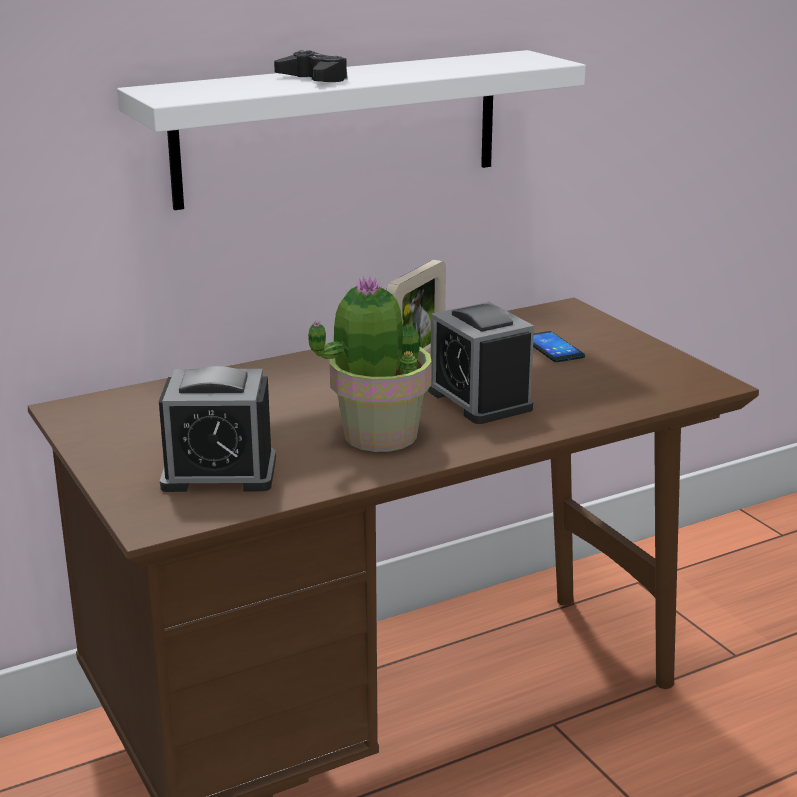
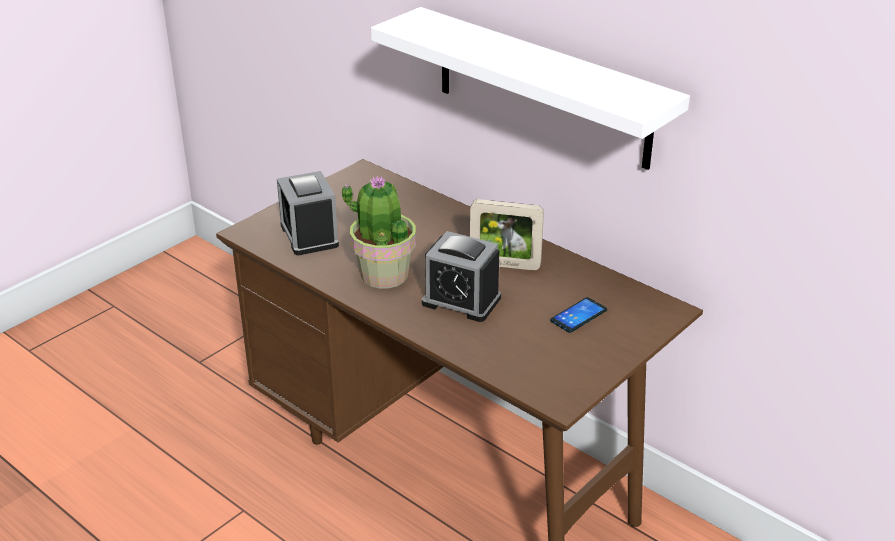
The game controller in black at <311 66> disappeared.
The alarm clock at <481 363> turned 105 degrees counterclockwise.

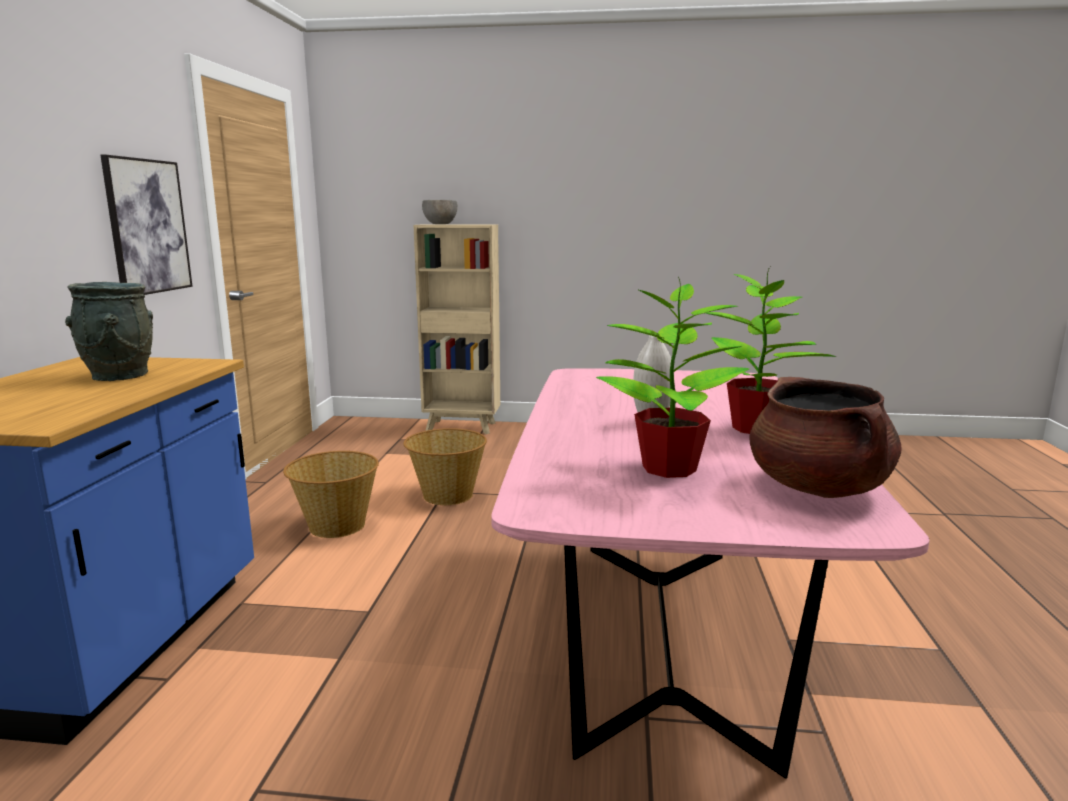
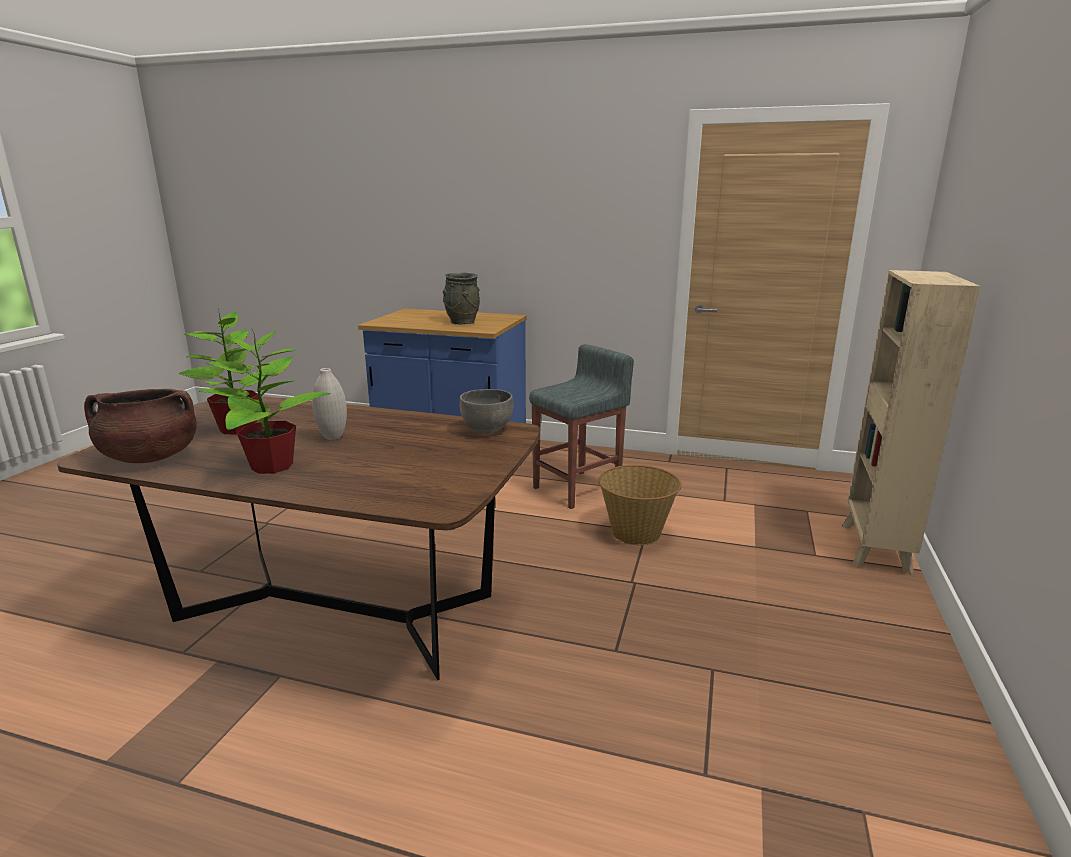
The picture at <146 225> disappeared.
The basket at <331 494> was replaced by the stool in grey at <581 426>.
The bowl in grey moved from <440 212> to <486 411>.
The dining table in pink at <710 573> became the dining table in brown at <298 538>.

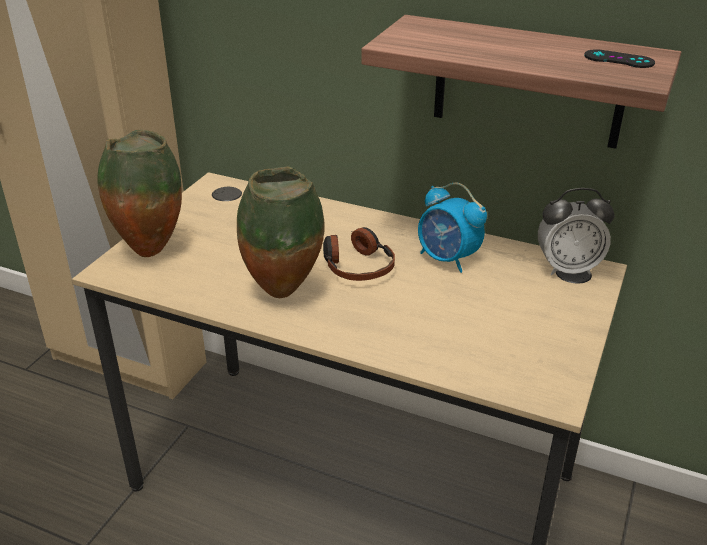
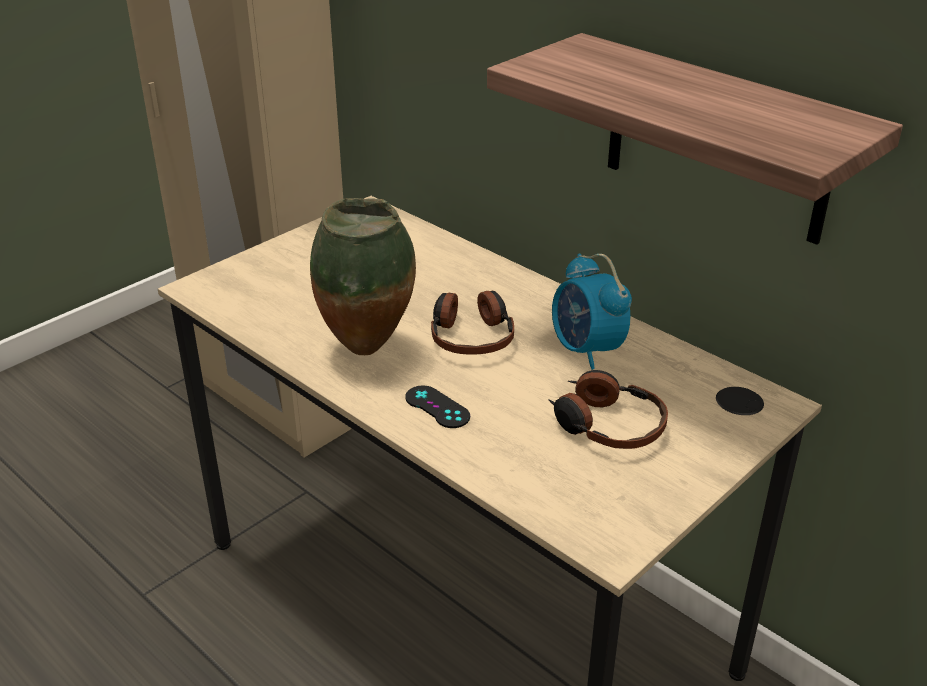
The vase at <139 193> disappeared.
The alarm clock at <576 231> disappeared.
The game controller in black moved from <619 58> to <437 406>.
The headphones at <608 409> appeared.

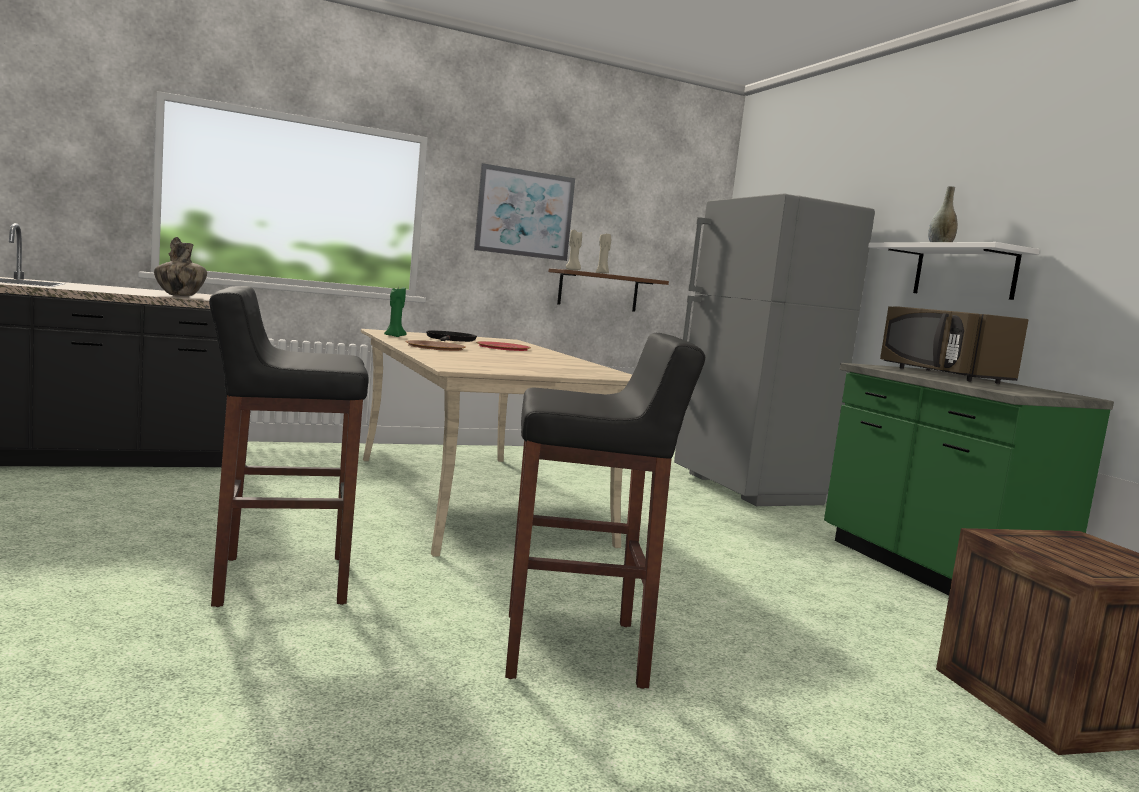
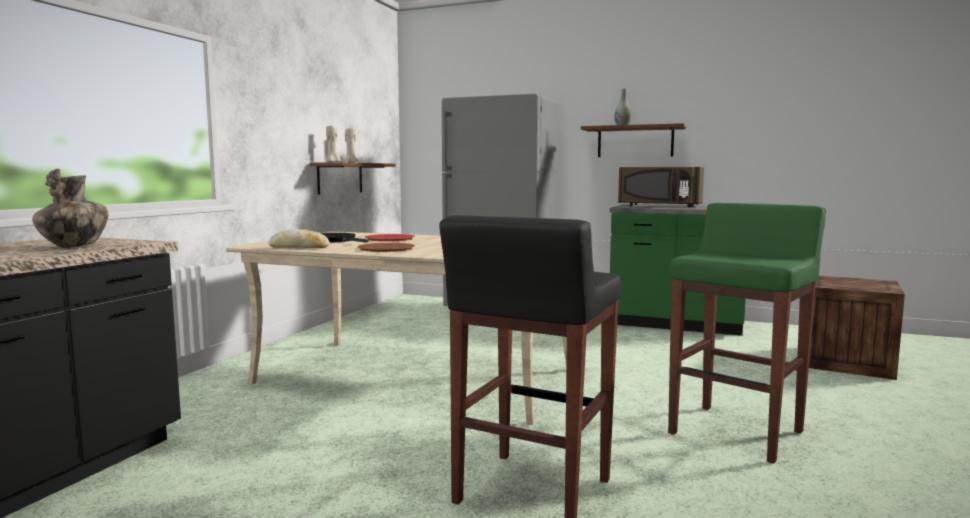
The candle in green at <395 312> was replaced by the bread at <299 238>.
The picture at <524 212> disappeared.
The stool in black at <605 511> became the stool in green at <747 333>.
The shelf in white at <954 271> became the shelf in brown at <633 140>.

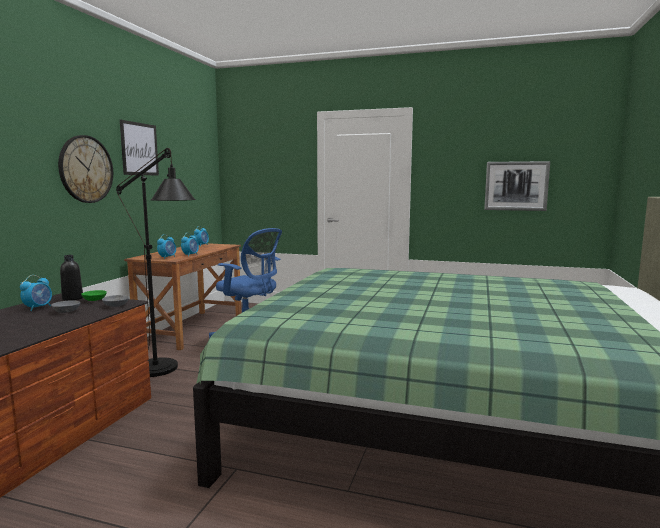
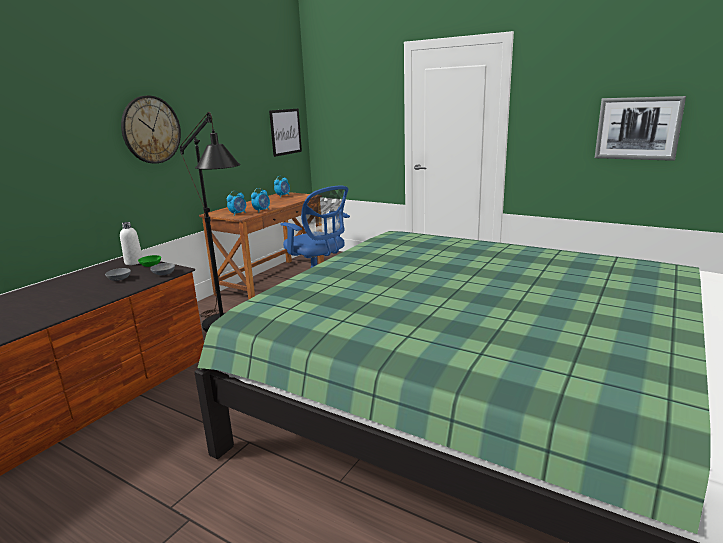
The alarm clock at <36 293> disappeared.
The bottle in black at <71 278> became the bottle in white at <131 243>.
The picture moved from <139 148> to <285 132>.

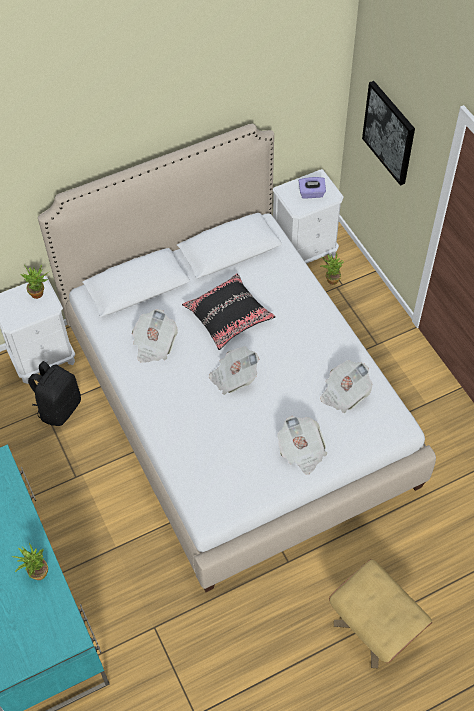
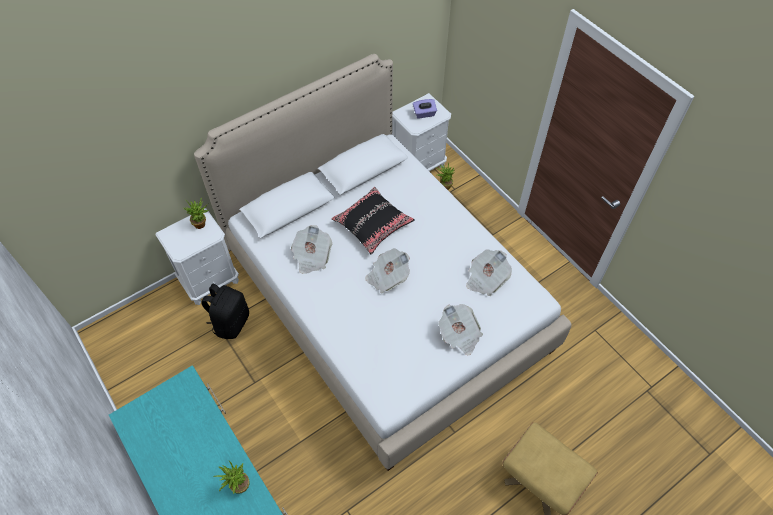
The picture at <388 133> disappeared.

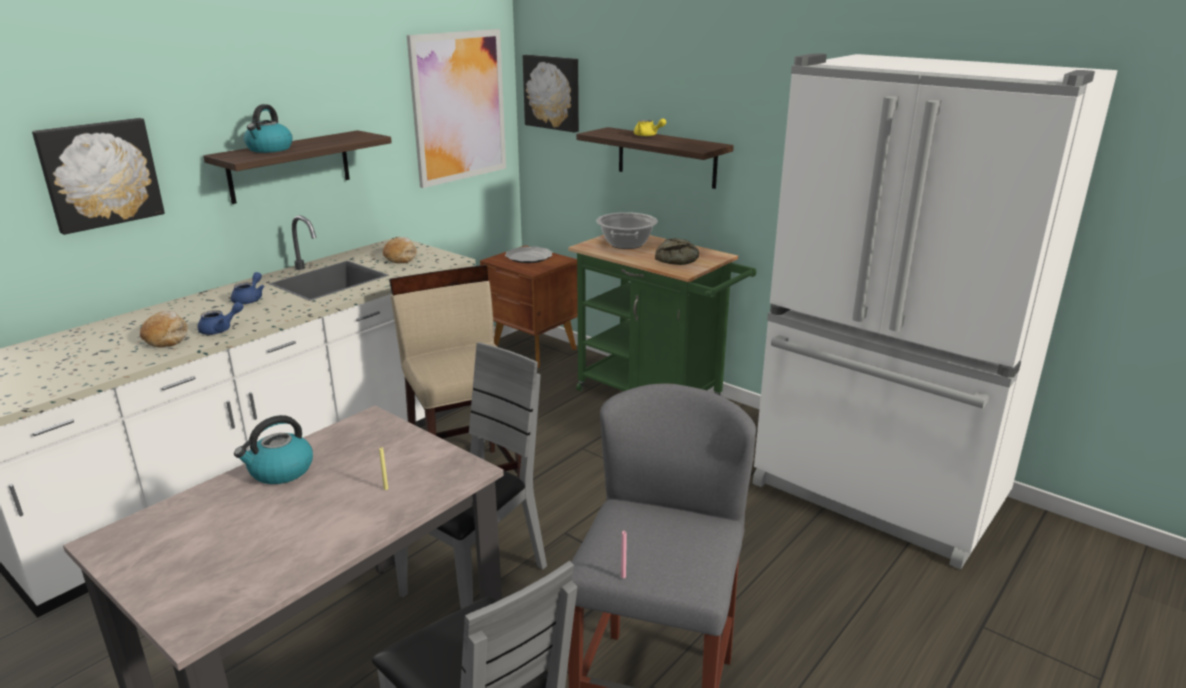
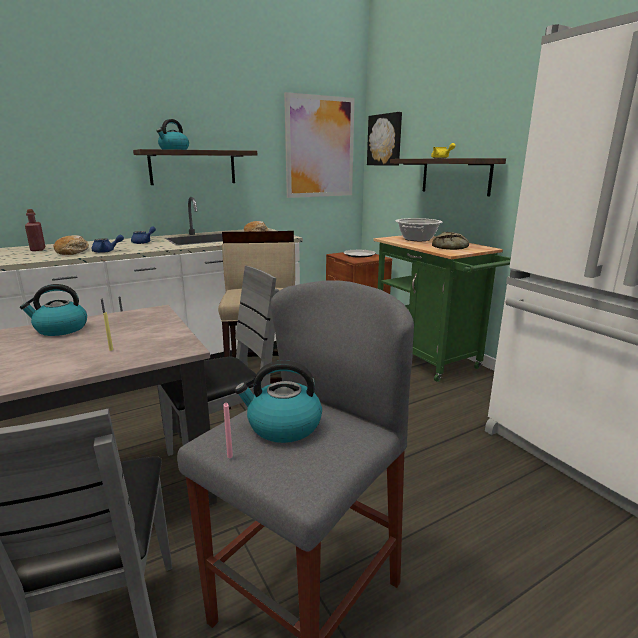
The picture at <98 176> disappeared.
The bottle in red at <35 230> appeared.
The kettle at <278 401> appeared.

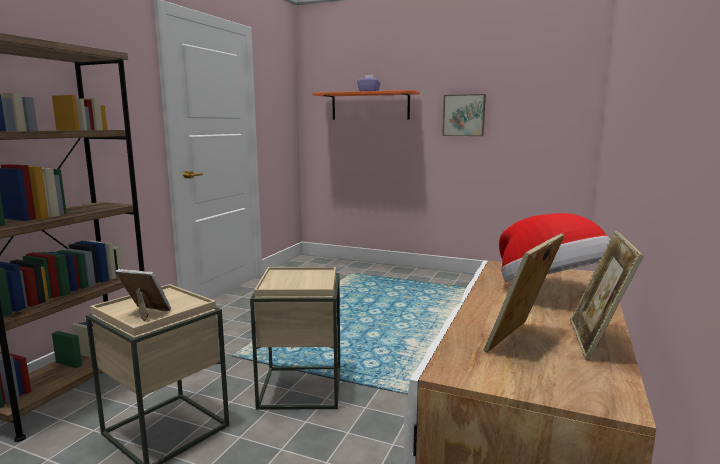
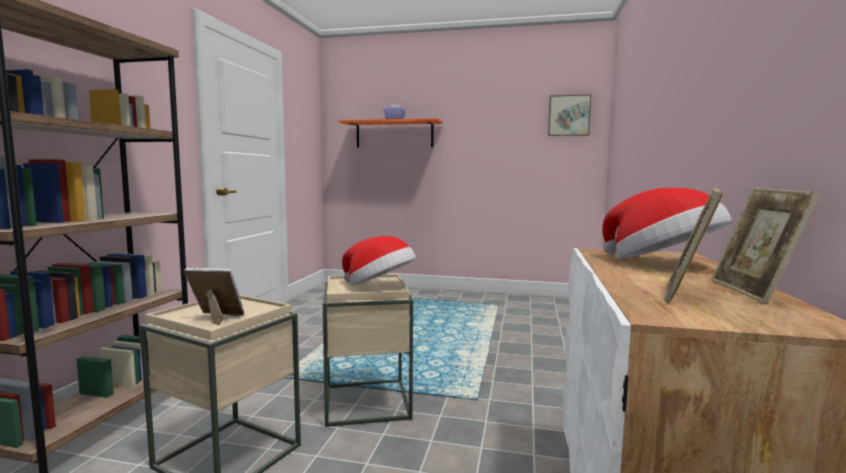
The picture moved from <464 115> to <570 115>.
The hat at <379 261> appeared.

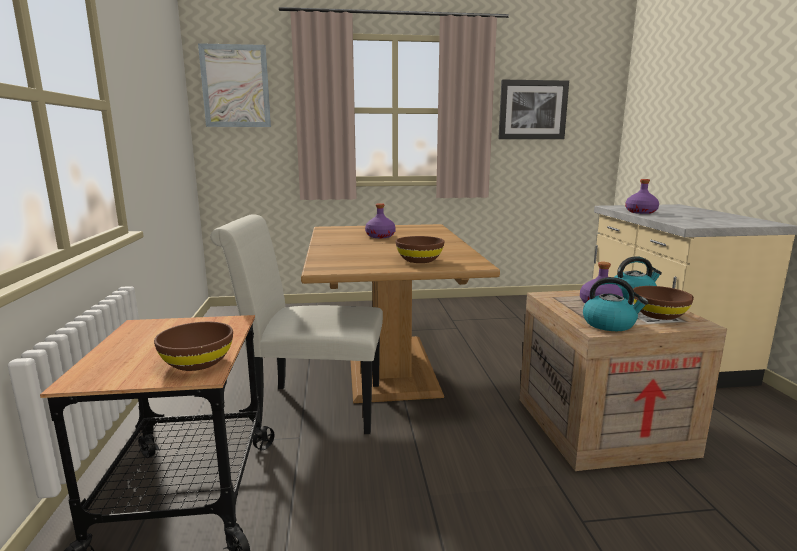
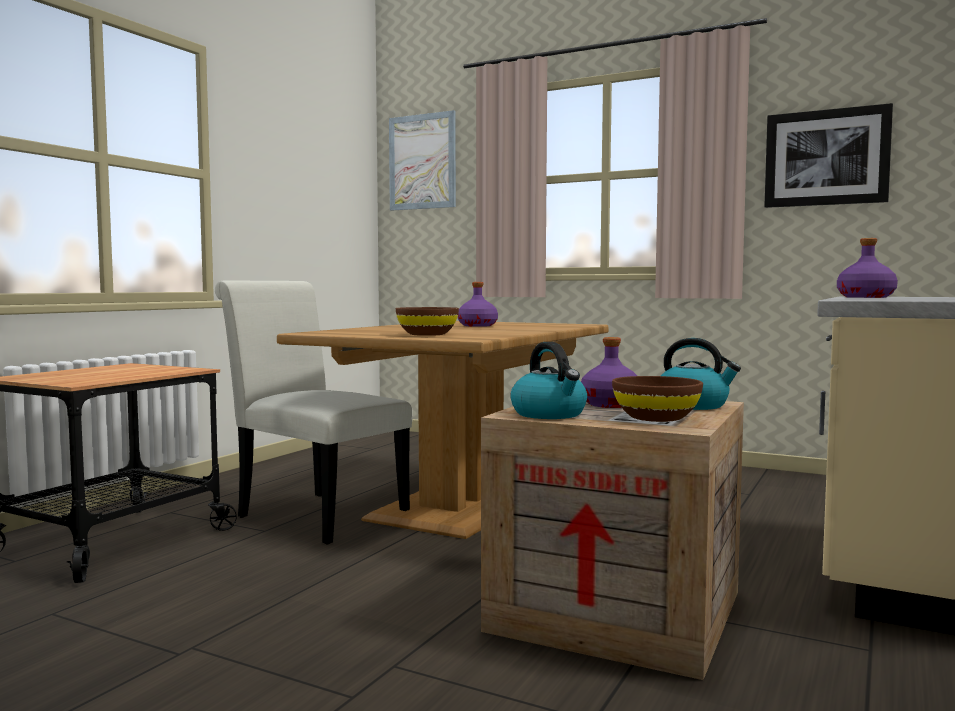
The bowl in brown at <193 346> disappeared.

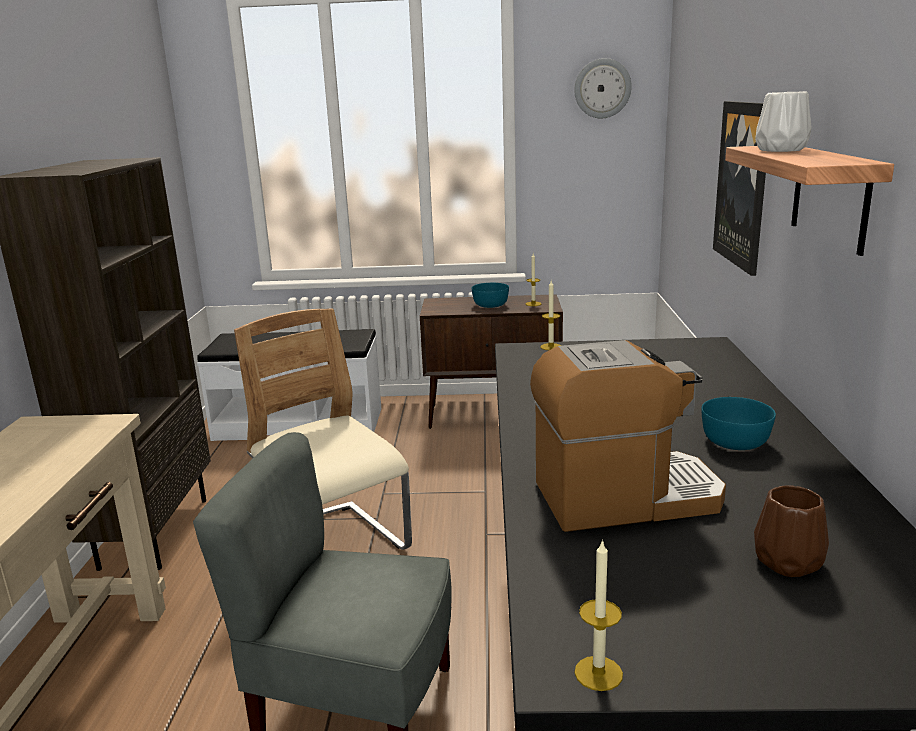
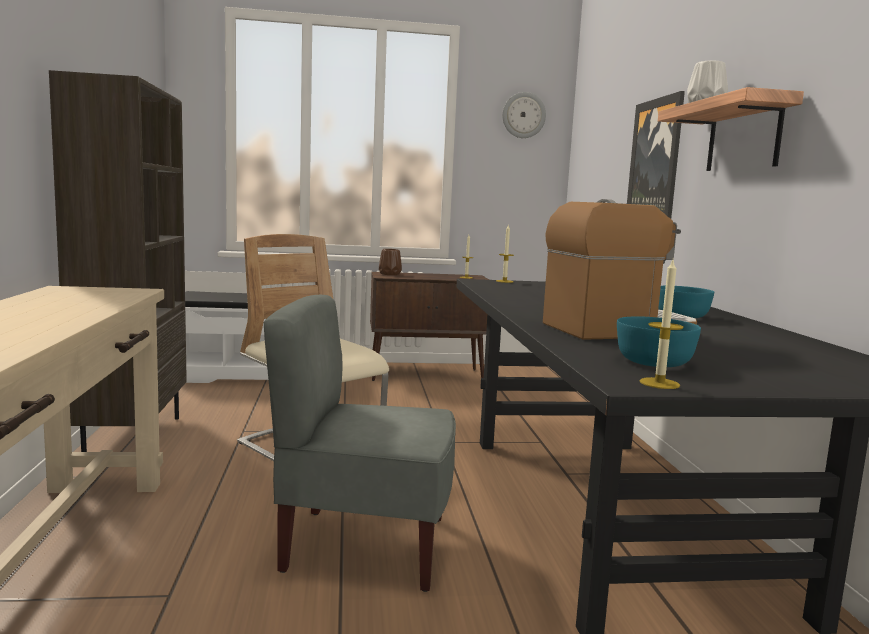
The bowl in turquoise moved from <490 295> to <659 341>.
The vase in brown moved from <791 531> to <390 262>.

